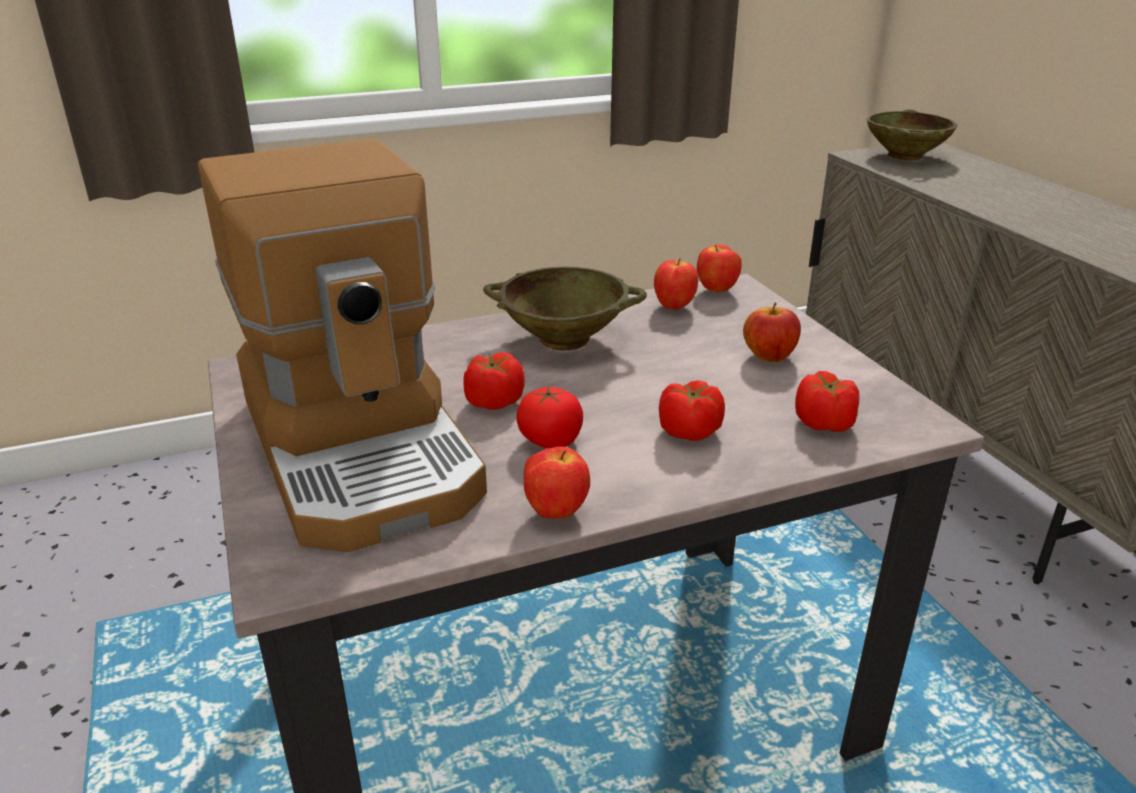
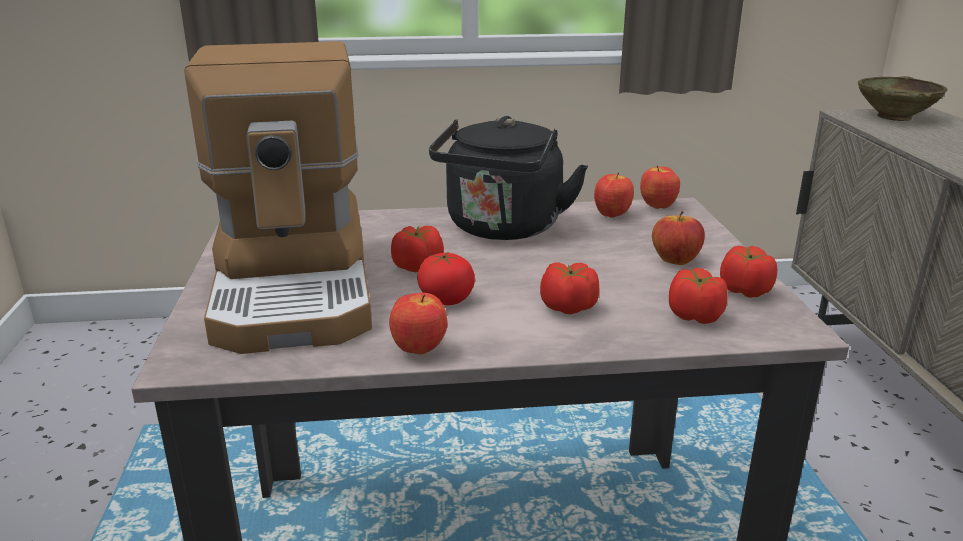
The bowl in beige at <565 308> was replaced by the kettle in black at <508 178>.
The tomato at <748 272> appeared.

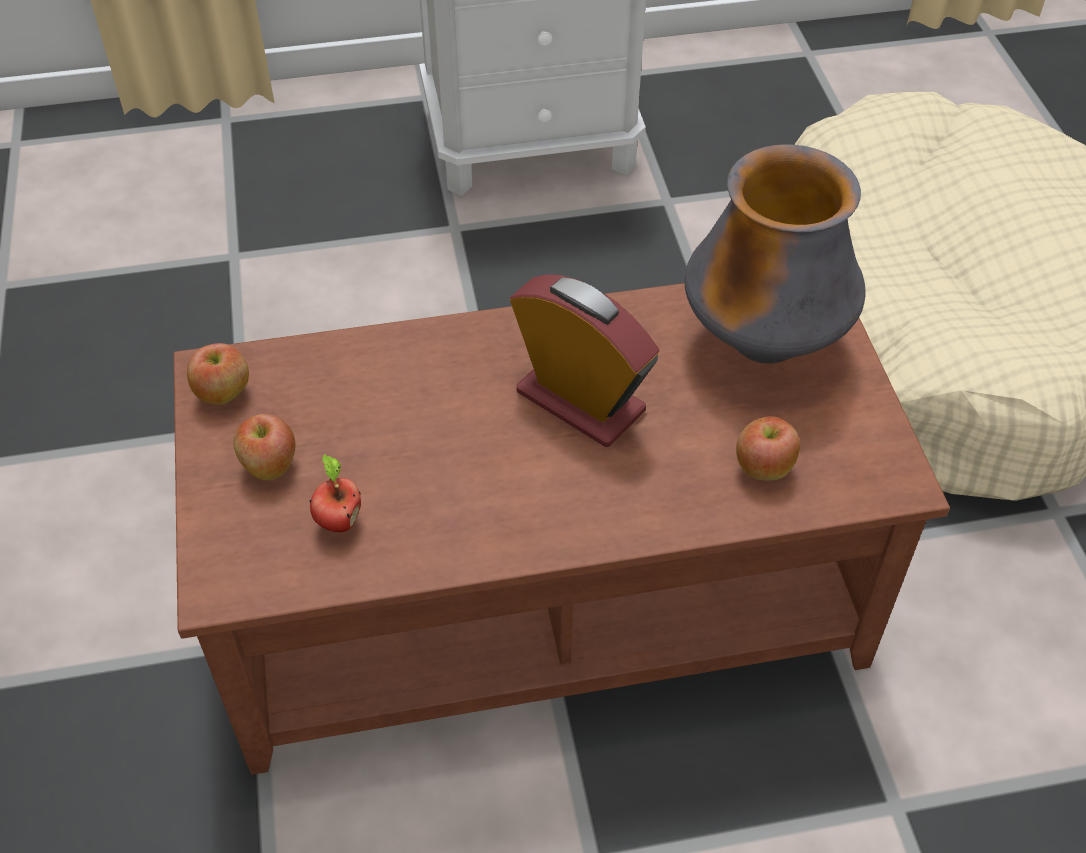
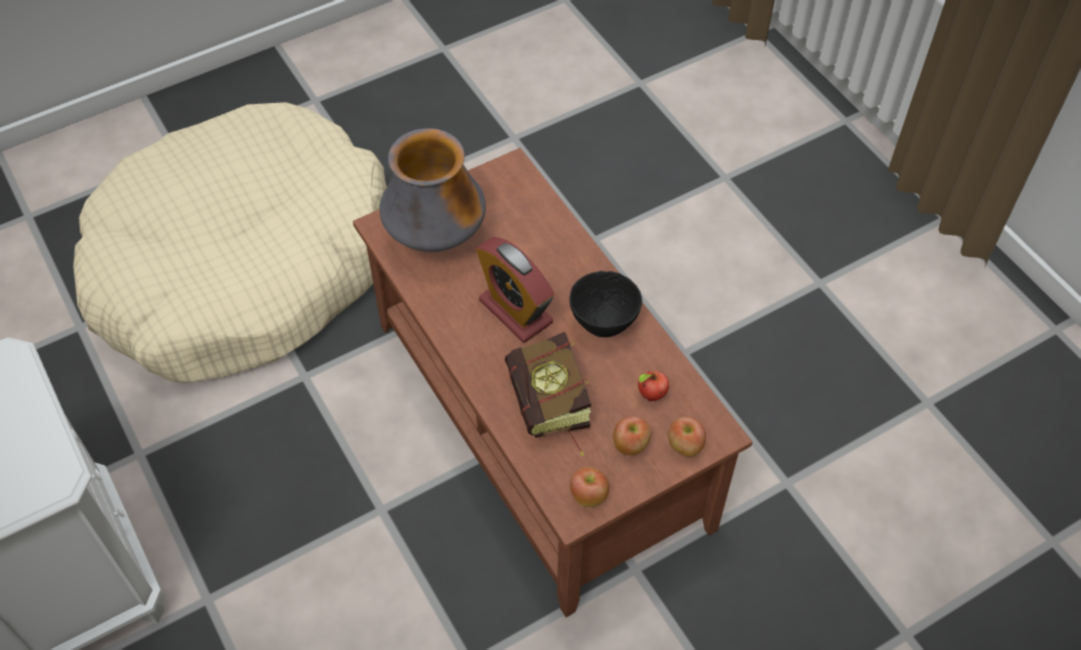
The alarm clock at <584 361> turned 60 degrees counterclockwise.
The apple moved from <768 448> to <687 437>.
The book at <548 394> appeared.
The bowl in black at <606 304> appeared.

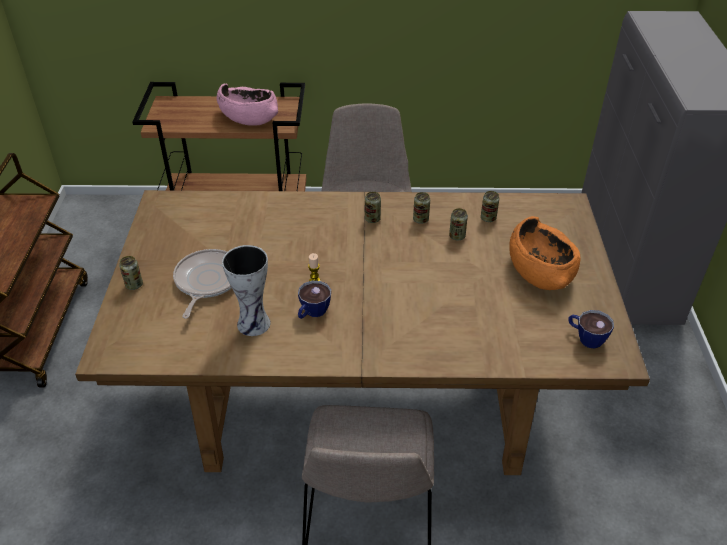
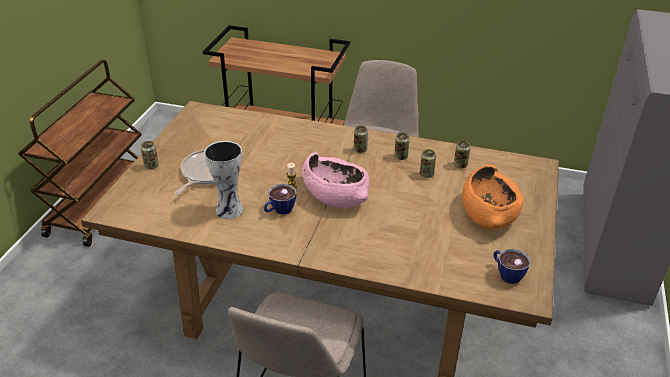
The bowl in pink moved from <247 104> to <336 180>.

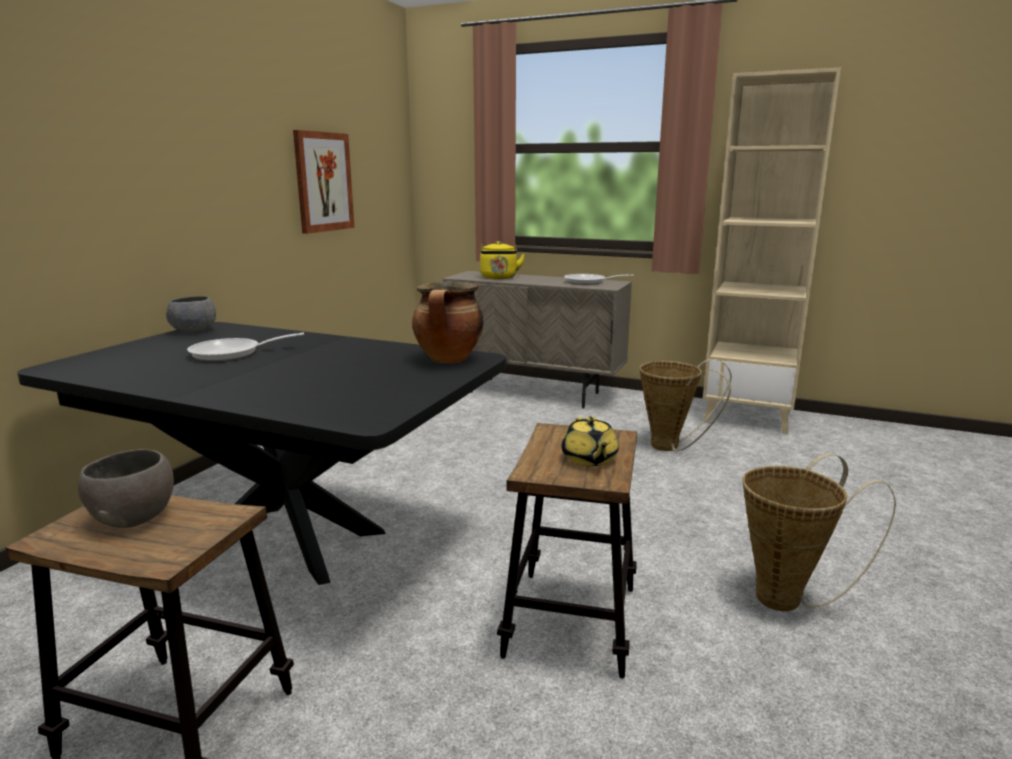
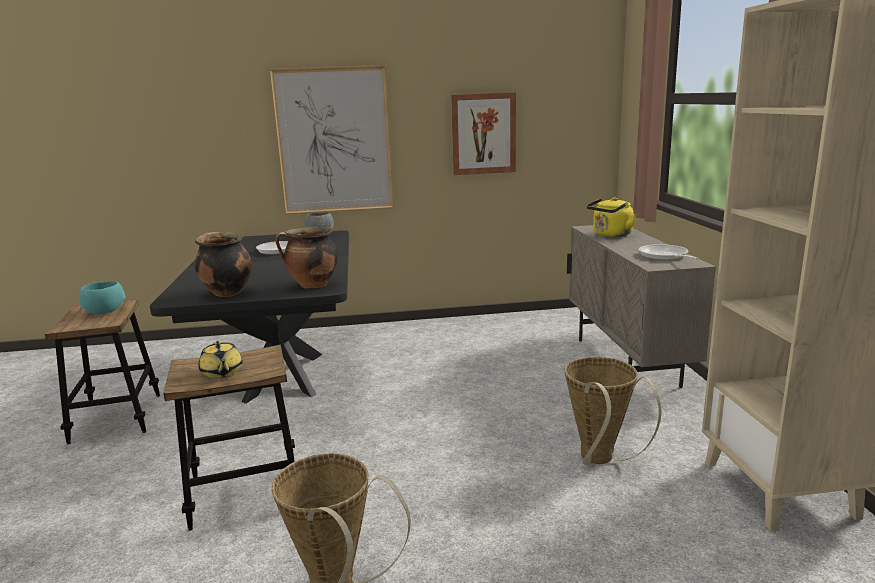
The bowl in grey at <126 488> became the bowl in turquoise at <102 298>.
The teapot in yellow at <589 441> turned 75 degrees counterclockwise.
The cooking pot at <223 264> appeared.
The picture at <331 140> appeared.

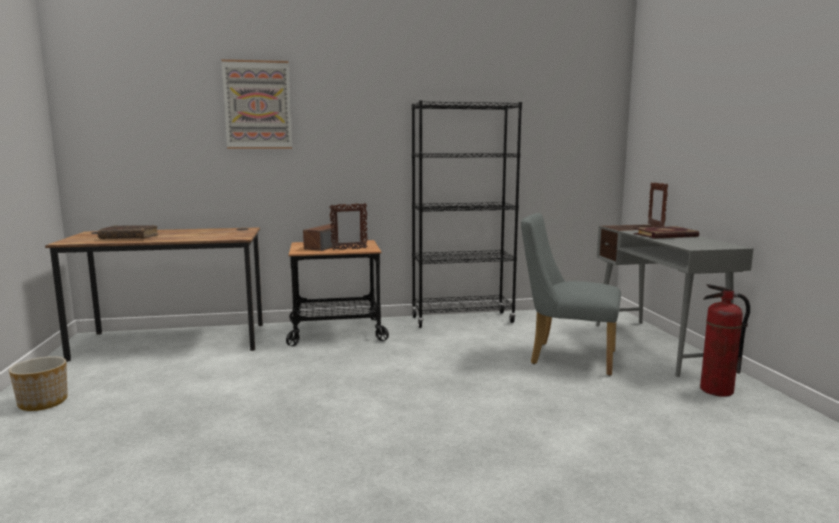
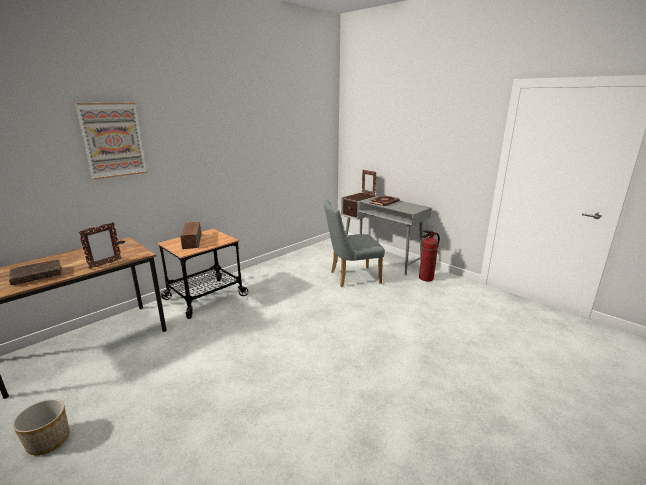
The picture frame moved from <348 226> to <100 245>.
The bookcase in black at <466 214> disappeared.

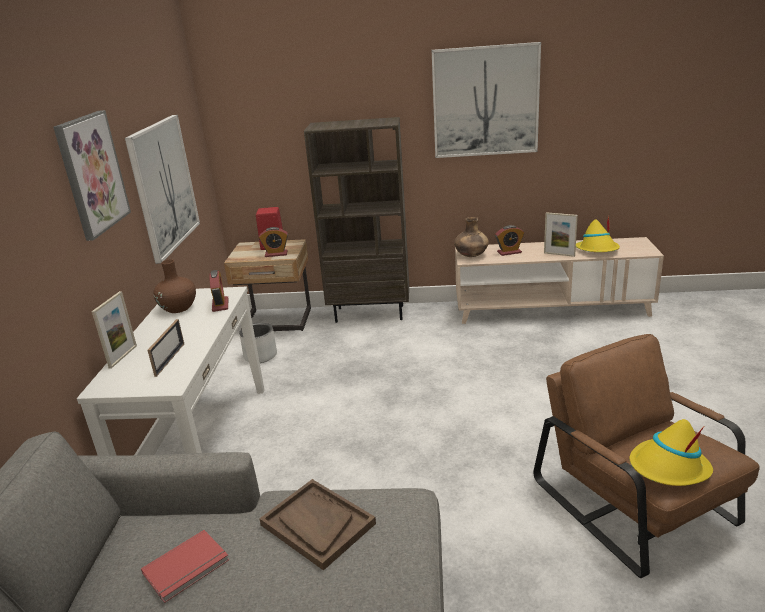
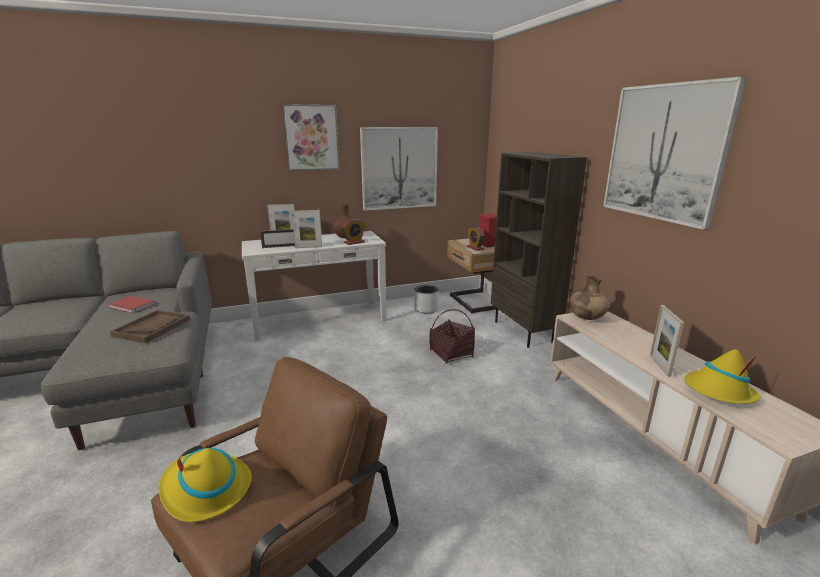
The alarm clock at <509 240> disappeared.
The picture frame at <306 229> appeared.
The basket at <452 336> appeared.

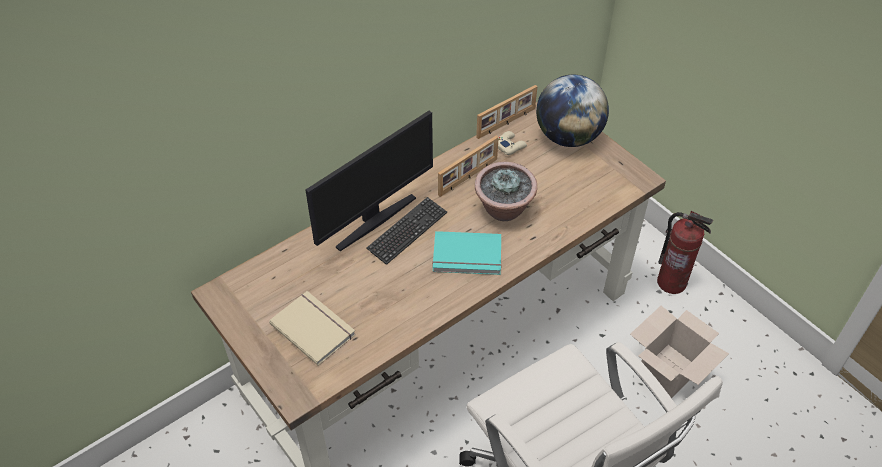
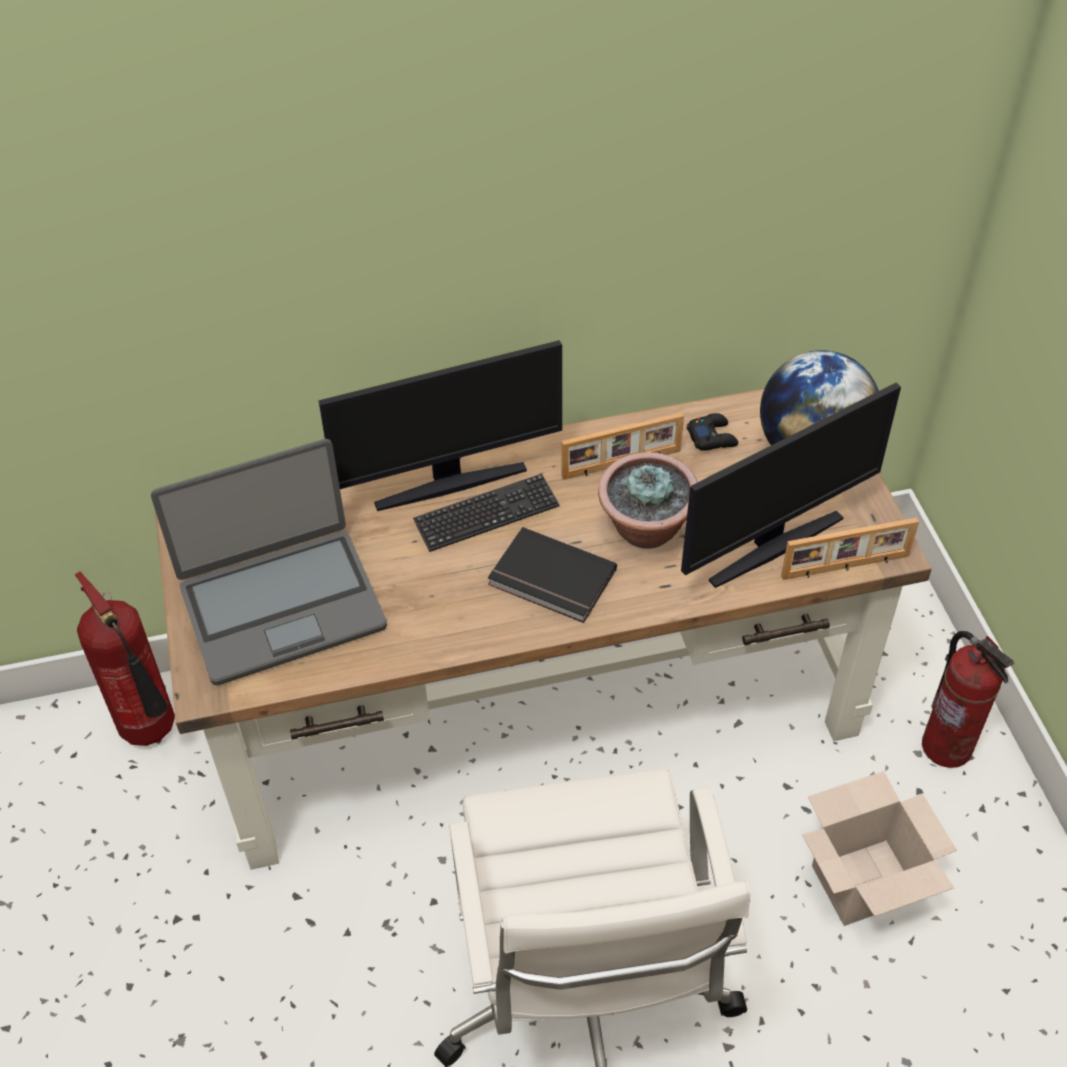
The book in beige at <312 328> was replaced by the laptop at <269 562>.
The book in turquoise at <467 253> became the book in black at <552 575>.
The picture frame moved from <506 112> to <850 549>.
The game controller in beige at <512 143> became the game controller in black at <712 432>.
The fire extinguisher at <125 659> appeared.
The monitor at <791 485> appeared.

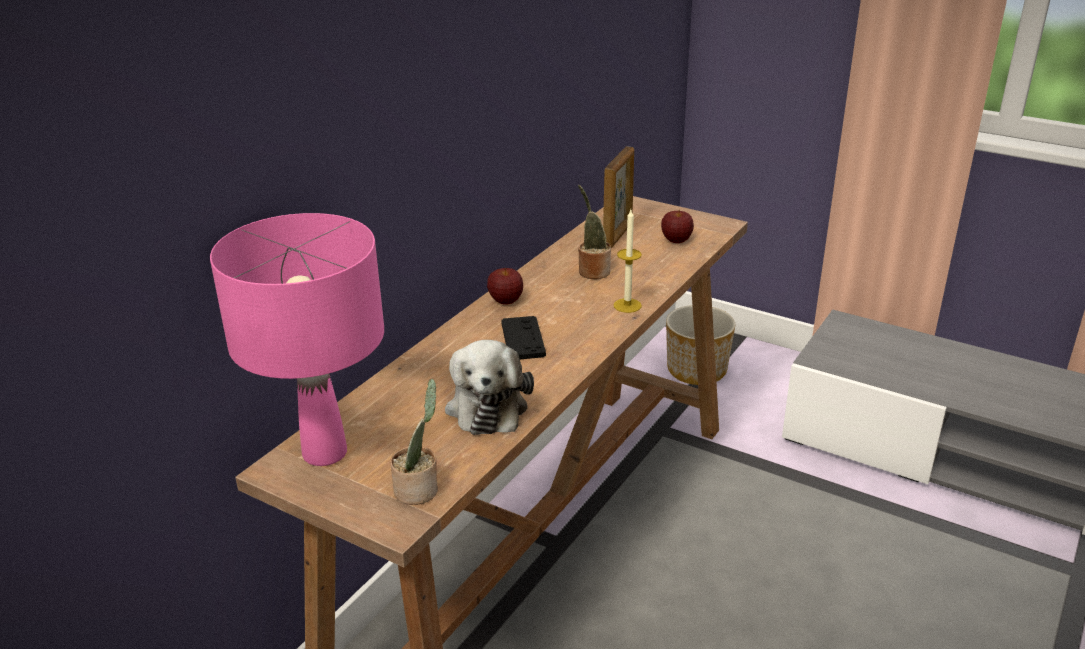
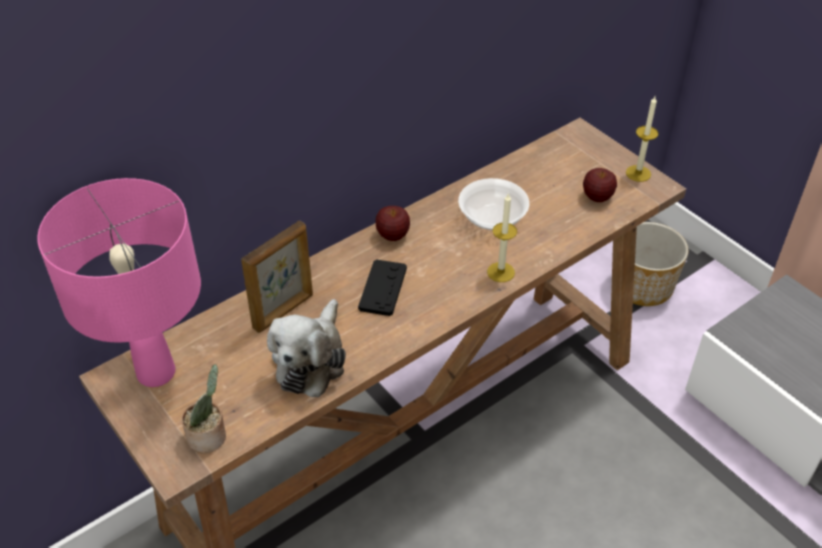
The potted plant at <594 232> was replaced by the bowl at <493 204>.
The picture frame moved from <618 197> to <277 277>.
The candle at <642 139> appeared.

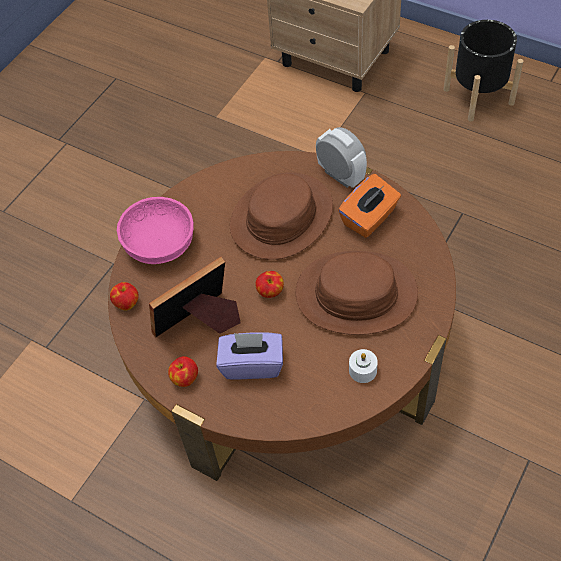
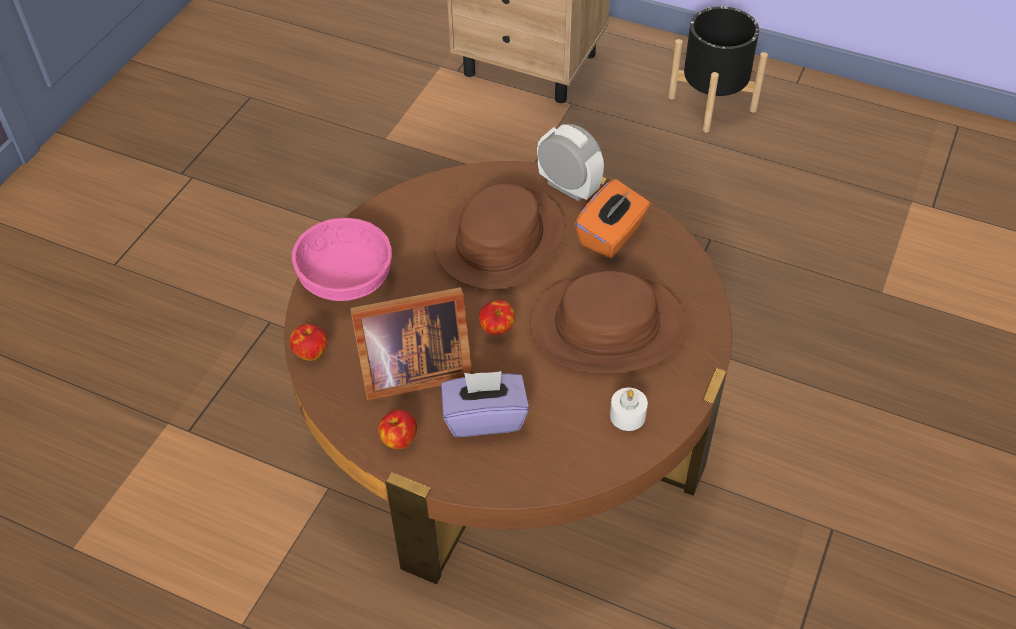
The picture frame at <195 297> turned 150 degrees counterclockwise.

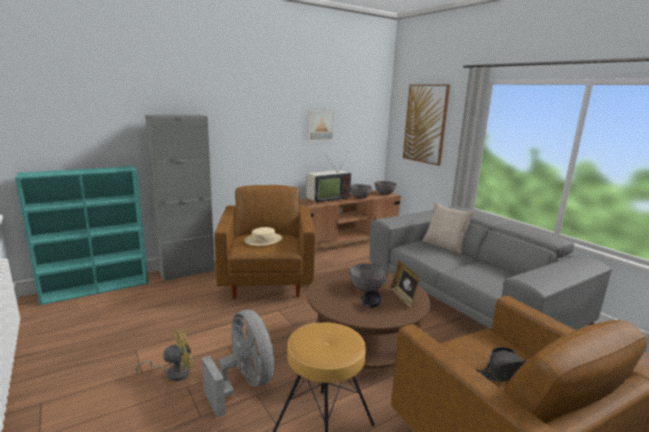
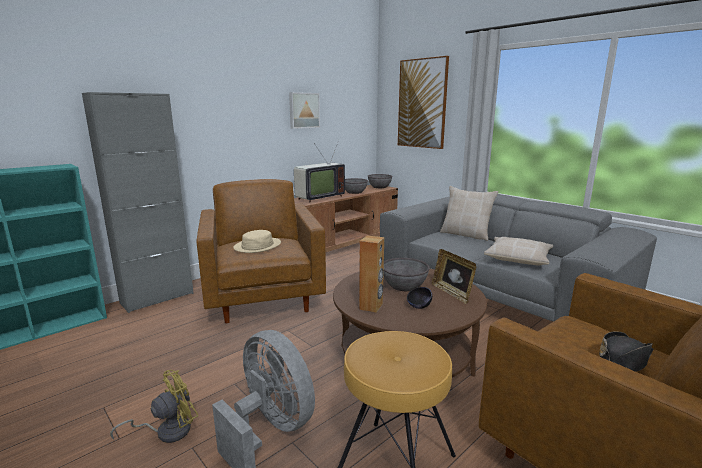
The speaker in brown at <371 274> appeared.
The pillow in beige at <518 251> appeared.

